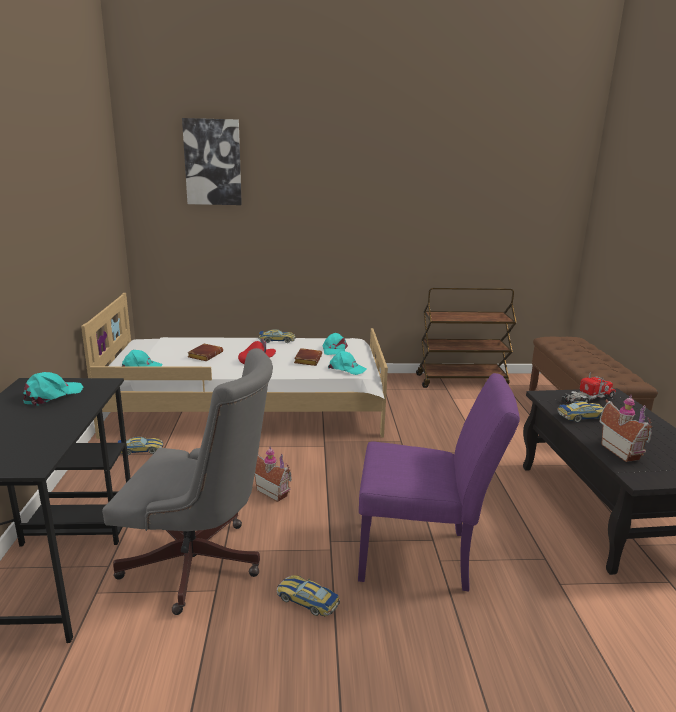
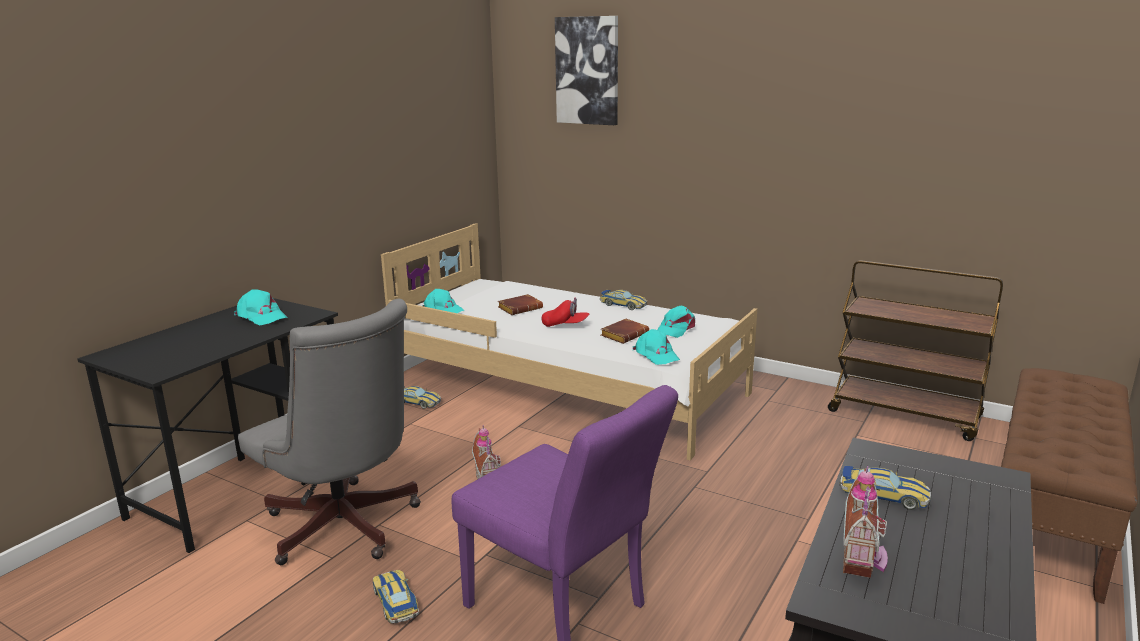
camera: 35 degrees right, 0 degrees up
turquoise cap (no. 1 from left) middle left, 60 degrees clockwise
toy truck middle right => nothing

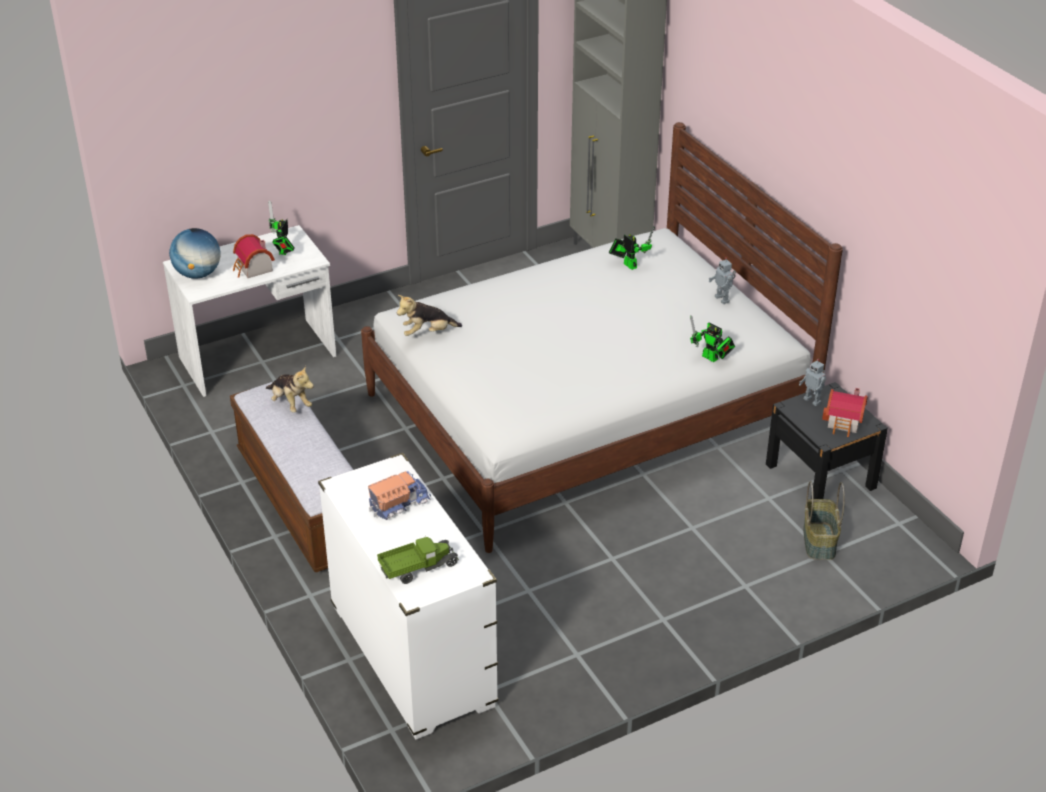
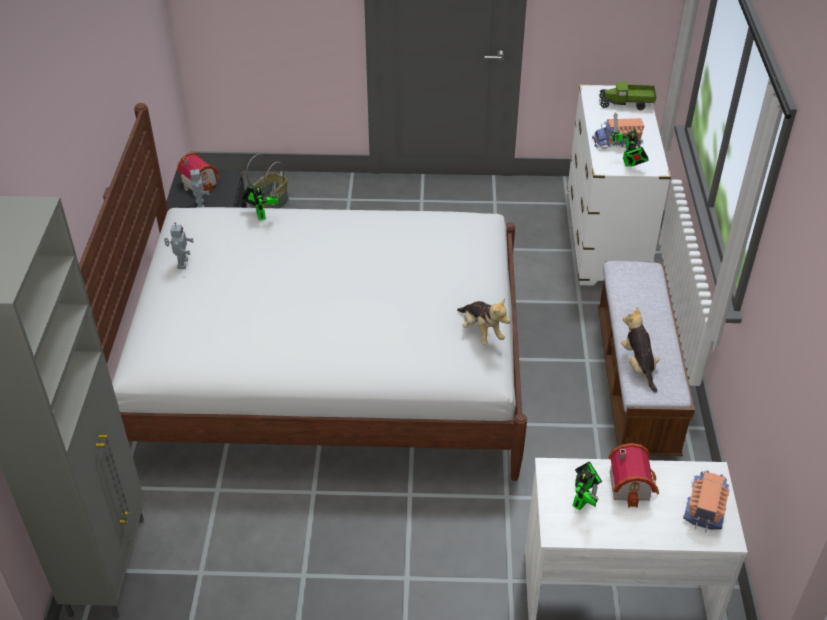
camera: 150 degrees left, 5 degrees up
plush toy (no. 2 from left in the first image) centre => plush toy (no. 1 from left) centre, 45 degrees clockwise
toy robot (no. 2 from left in the first image) top centre => toy robot (no. 5 from left) top right, relocated
globe top left => toy truck (no. 3 from left) bottom right

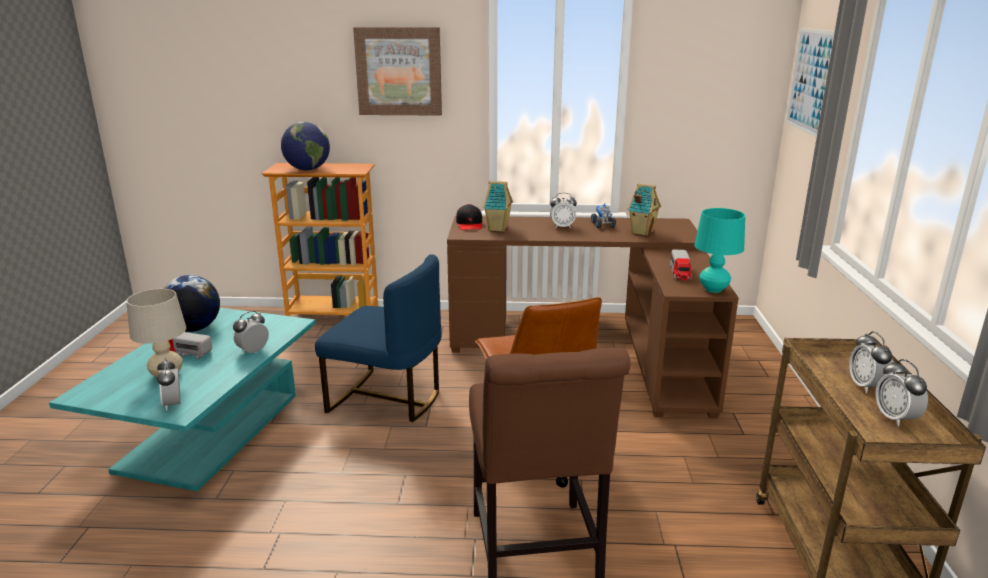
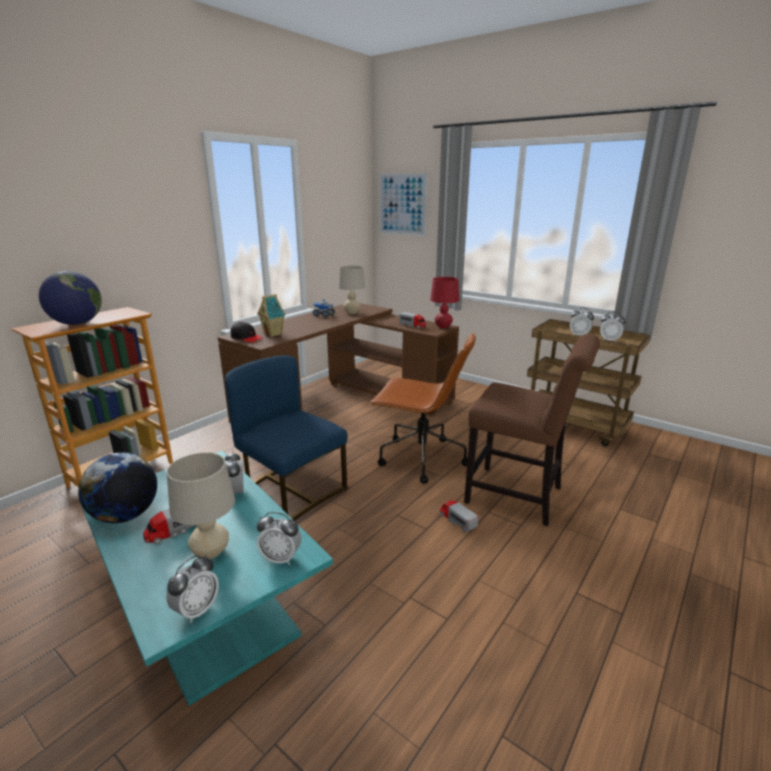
camera: 55 degrees left, 0 degrees up
alarm clock (no. 3 from left in the first image) centre => alarm clock (no. 1 from left) bottom left, relocated
blue chair centre, 105 degrees counterclockwise
toy house (no. 2 from left) centre => beige table lamp (no. 2 from left) centre
turquoise table lamp middle right => red table lamp centre
nothing => toy truck (no. 4 from left) bottom centre
picture (no. 1 from left) top centre => nothing

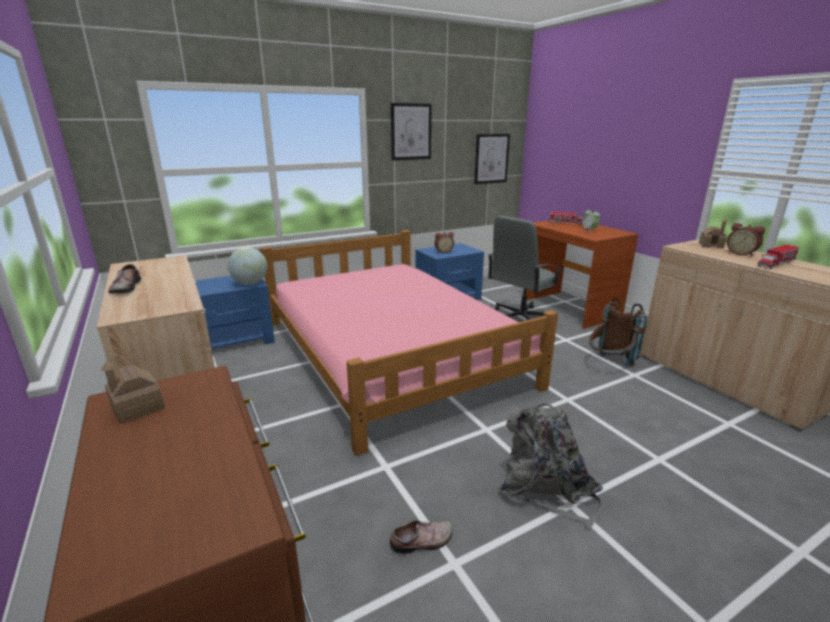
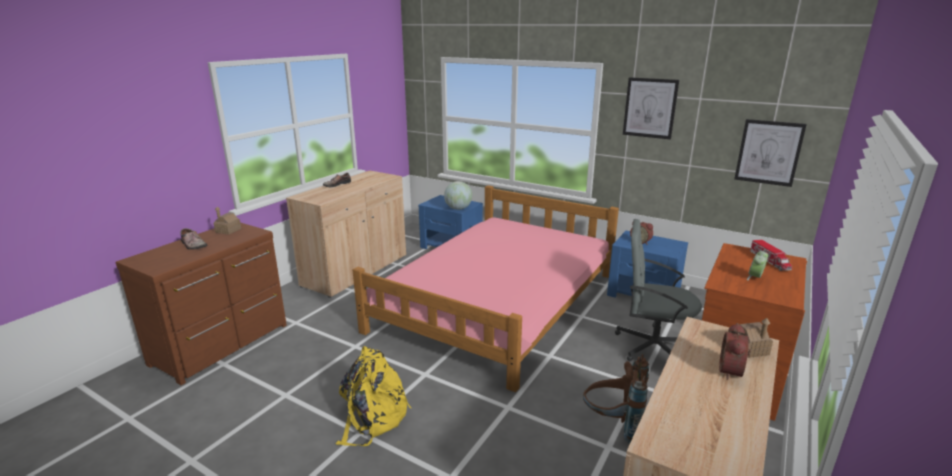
camera: 60 degrees right, 0 degrees up
shoe (no. 2 from left in the first image) bottom centre => shoe (no. 1 from left) middle left, relocated
grey backpack bottom centre => yellow backpack bottom centre
toy truck (no. 2 from left) middle right => nothing

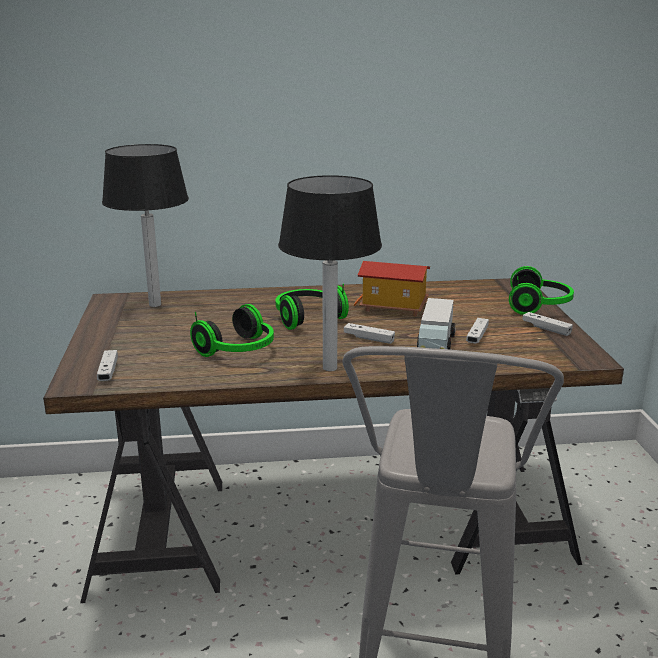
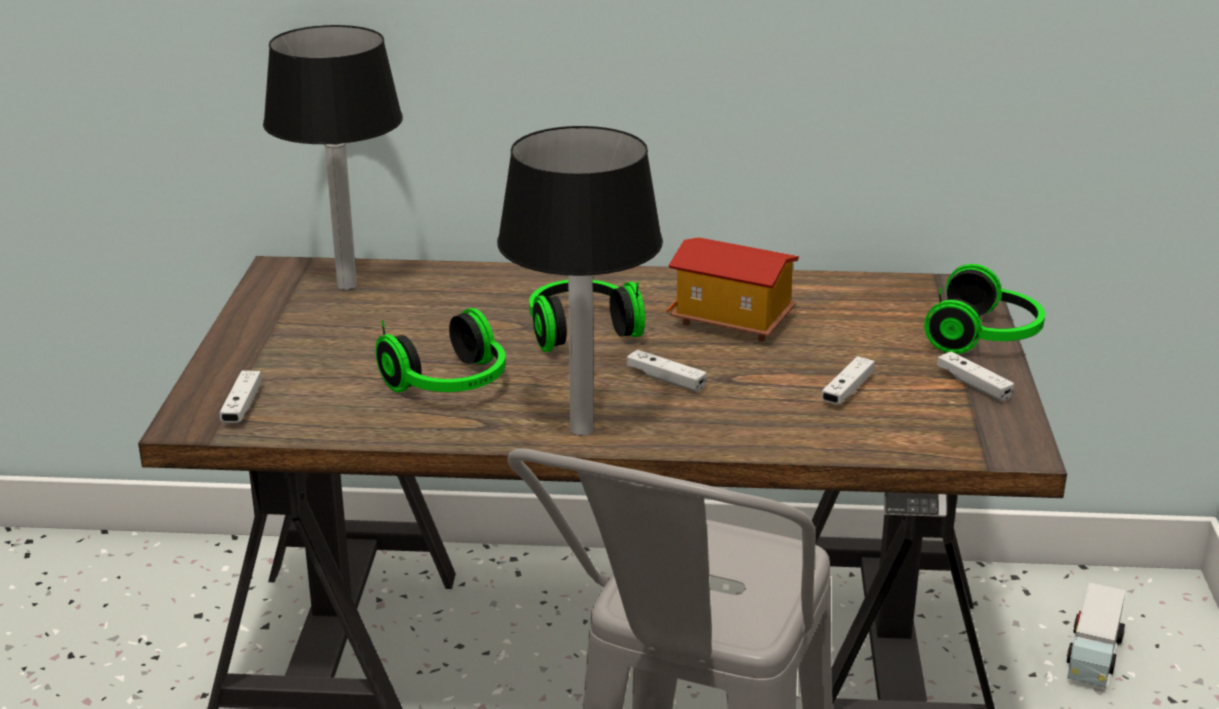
camera: 10 degrees right, 5 degrees up
toy truck centre => toy truck bottom right, relocated

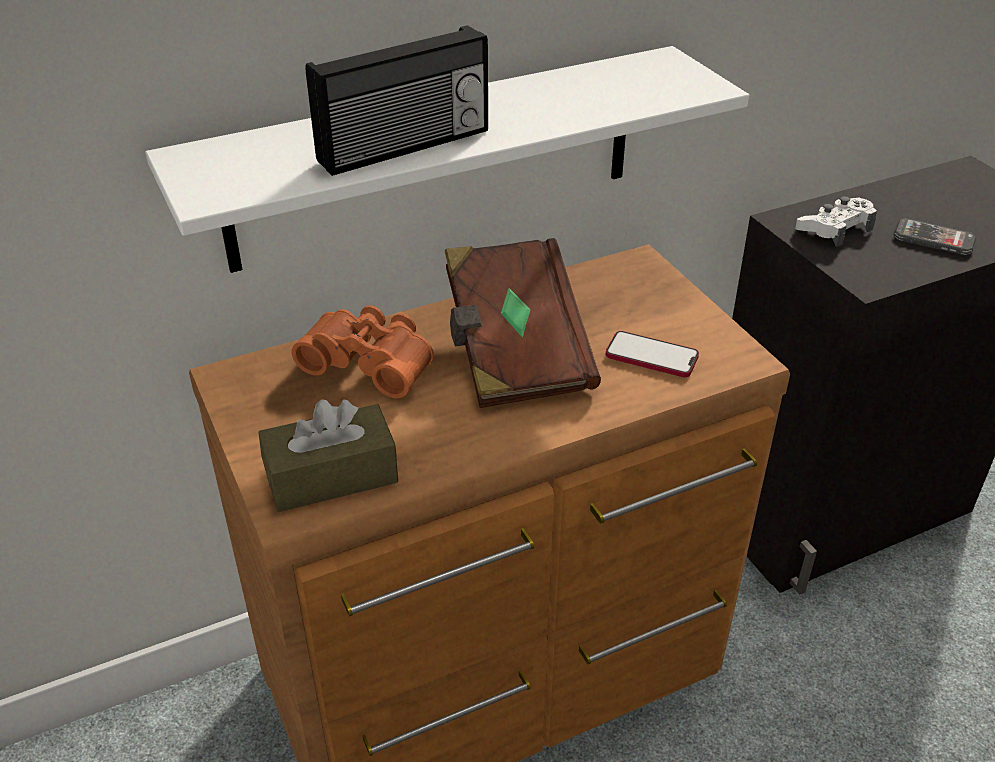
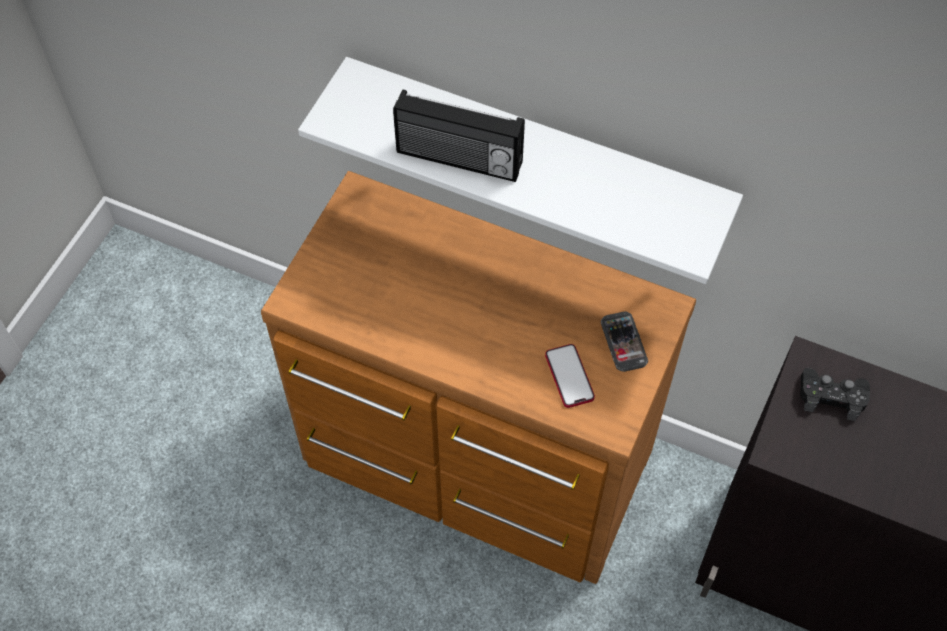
camera: 50 degrees right, 20 degrees up
phone (no. 2 from left) top right => phone (no. 2 from left) centre, relocated
white game controller top right => black game controller middle right
brown tissue box middle left => nothing
orange binoculars centre => nothing
brown book centre => nothing

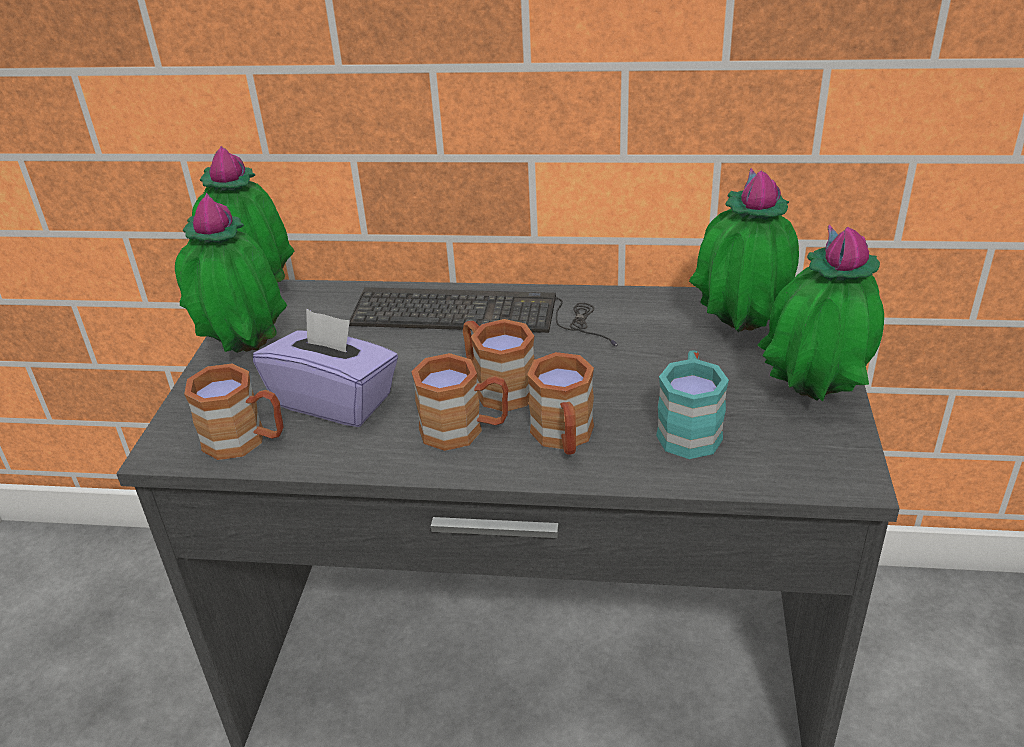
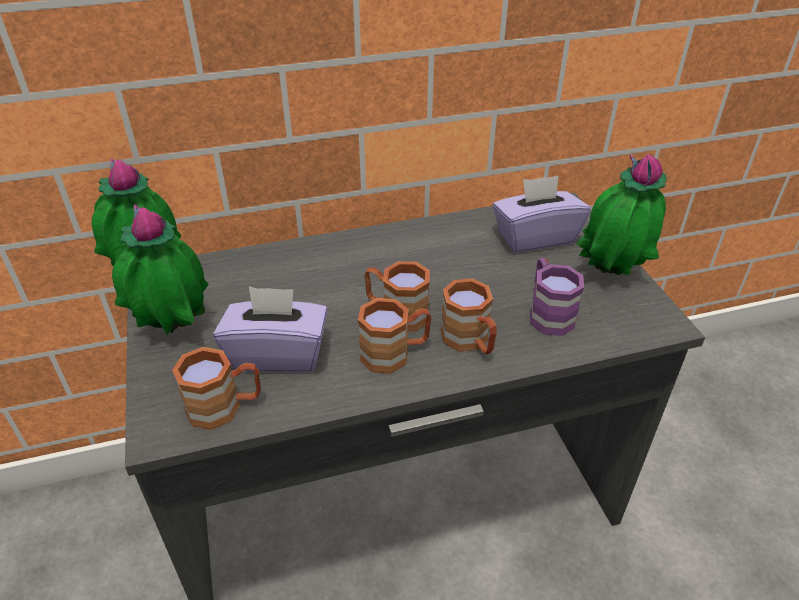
camera: 25 degrees left, 5 degrees up
potted plant (no. 3 from left) middle right => purple tissue box (no. 2 from left) middle right
turquoise mug middle right => purple mug middle right
keyboard centre => nothing

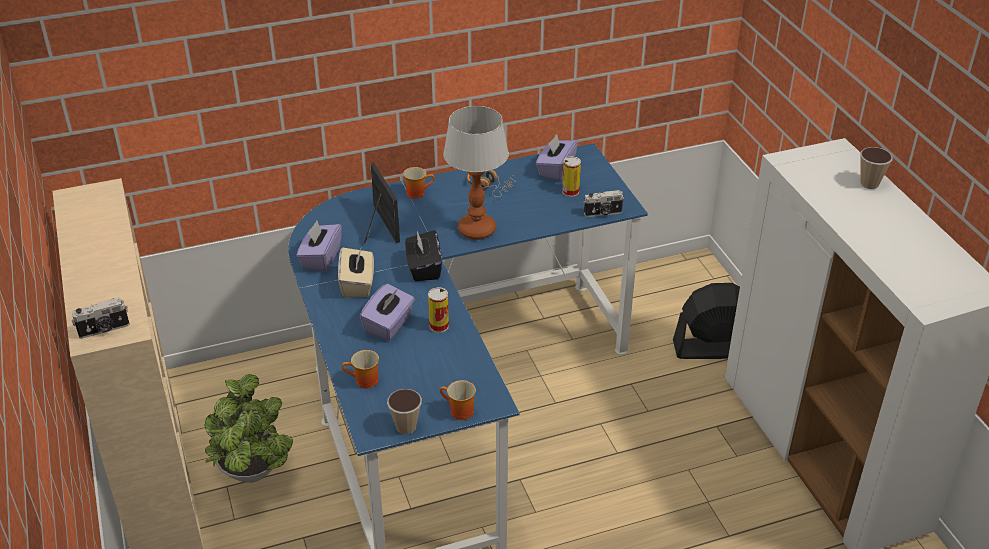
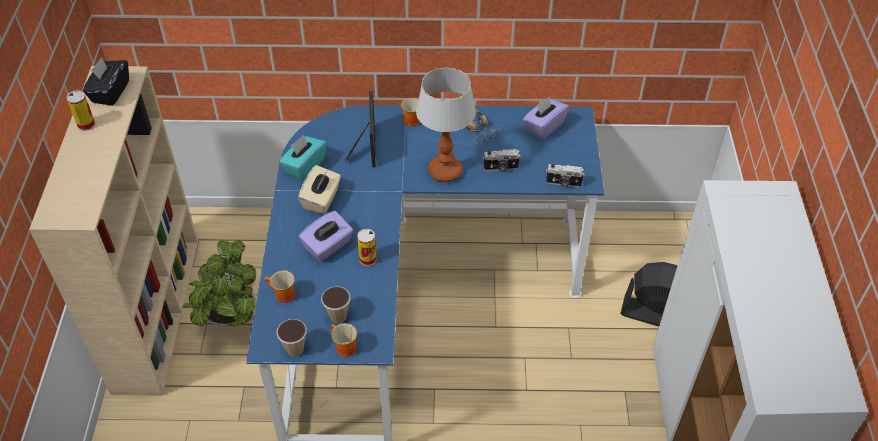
camera: 20 degrees right, 10 degrees up
can (no. 2 from left in the first image) top centre => can (no. 1 from left) top left, relocated
black tissue box centre => black tissue box top left, relocated
purple tissue box (no. 1 from left) middle left => turquoise tissue box centre
cup (no. 2 from left) top right => cup (no. 2 from left) bottom centre, relocated
photo camera (no. 1 from left) middle left => photo camera (no. 1 from left) centre, relocated

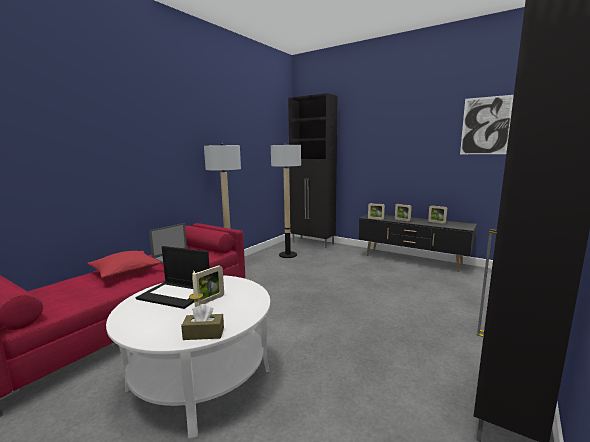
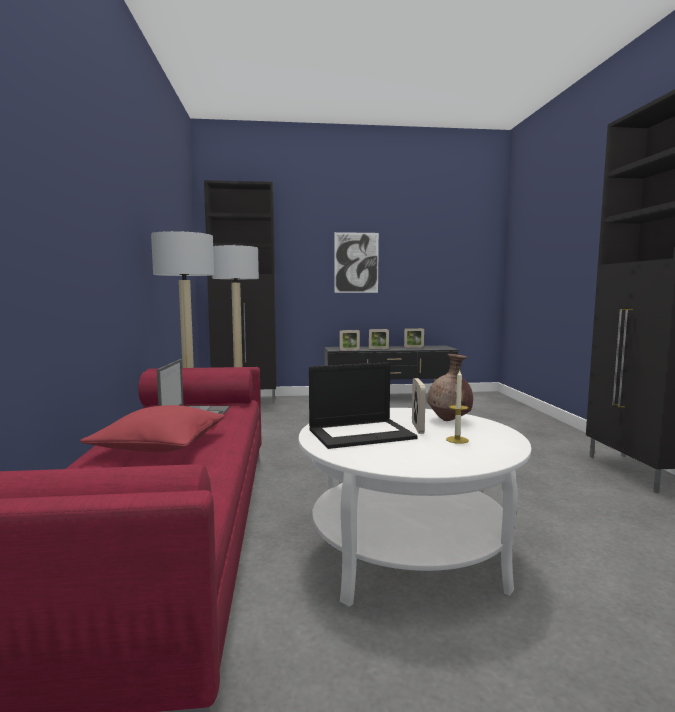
camera: 40 degrees left, 5 degrees down
picture top right => picture centre, relocated
nothing => brown vase middle right
brown tissue box bottom centre => nothing

